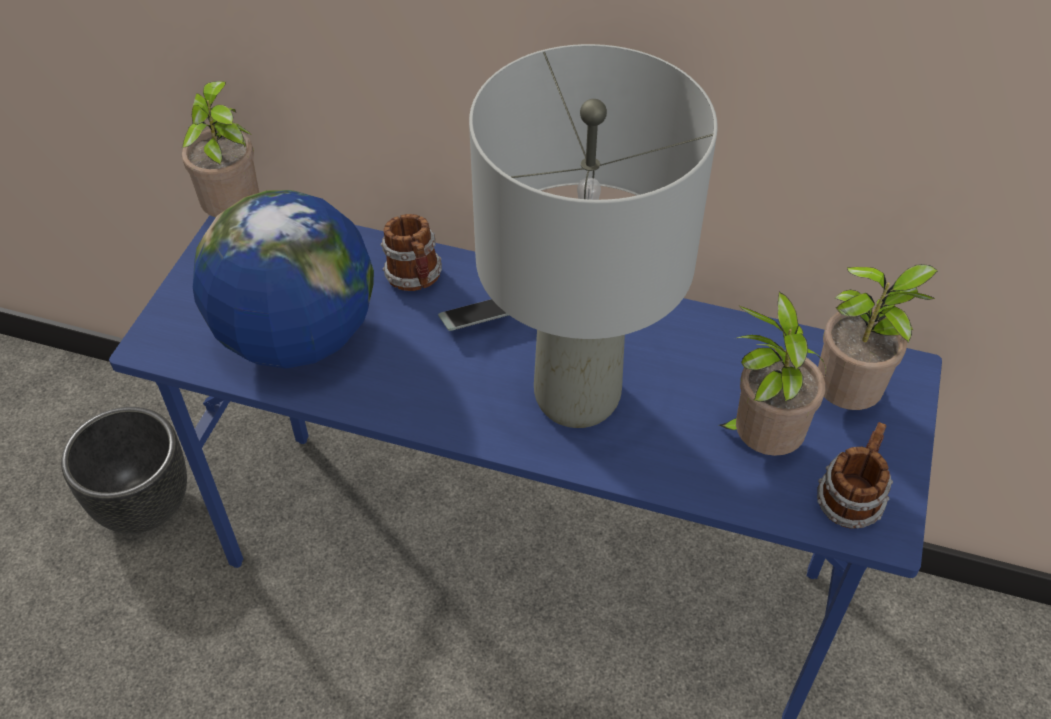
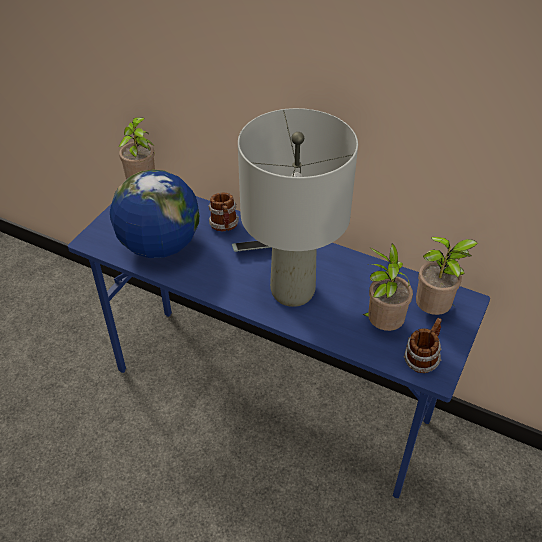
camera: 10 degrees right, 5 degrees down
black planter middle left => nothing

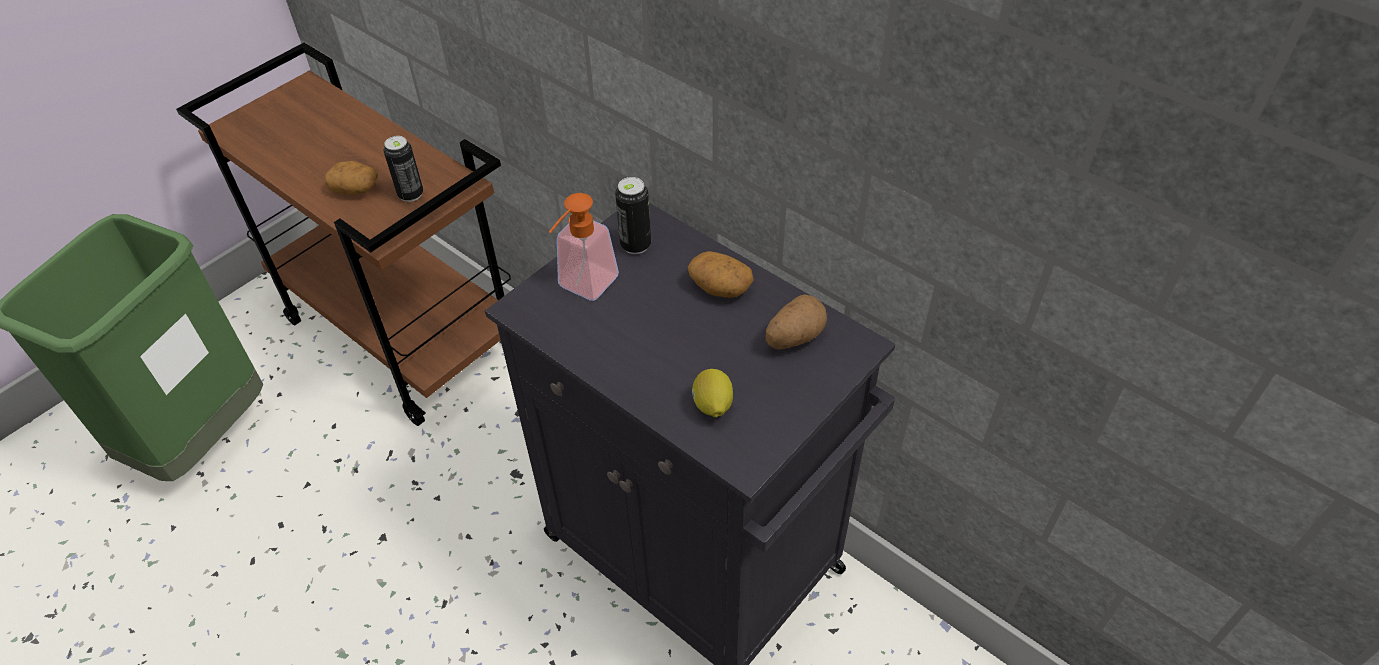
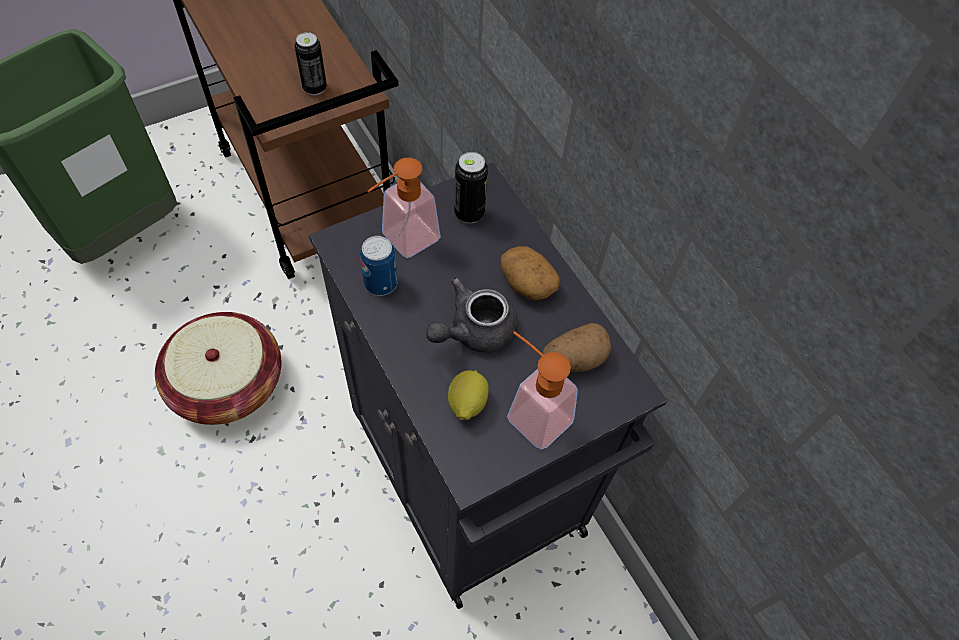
camera: 15 degrees right, 10 degrees up
nothing => basket middle left
nothing => can (no. 2 from left) centre
nothing => grey teapot centre
nothing => soap dispenser (no. 2 from left) centre
potato (no. 1 from left) top left => nothing

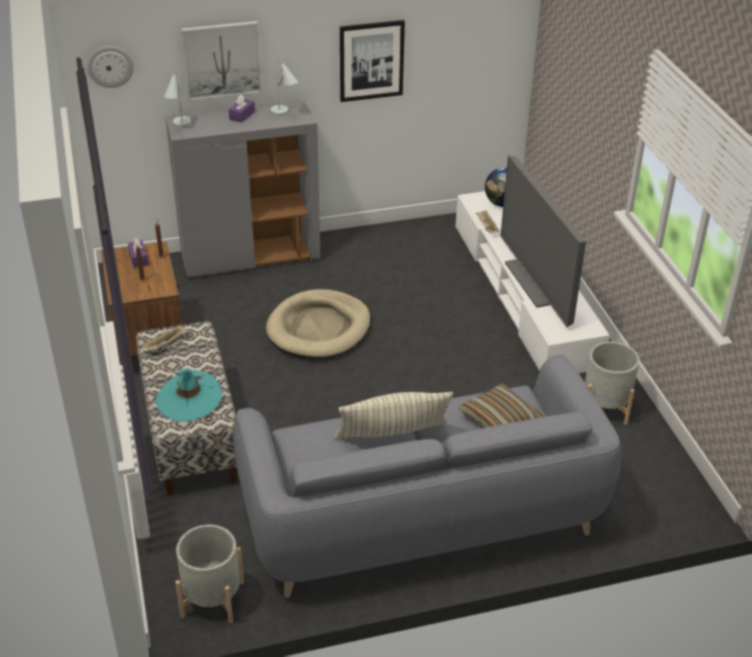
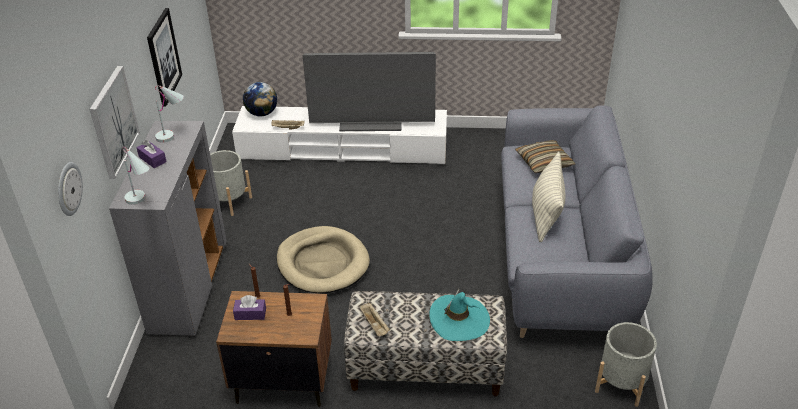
camera: 70 degrees left, 0 degrees up
grey planter (no. 2 from left in the first image) middle right => grey planter (no. 1 from left) middle left, relocated

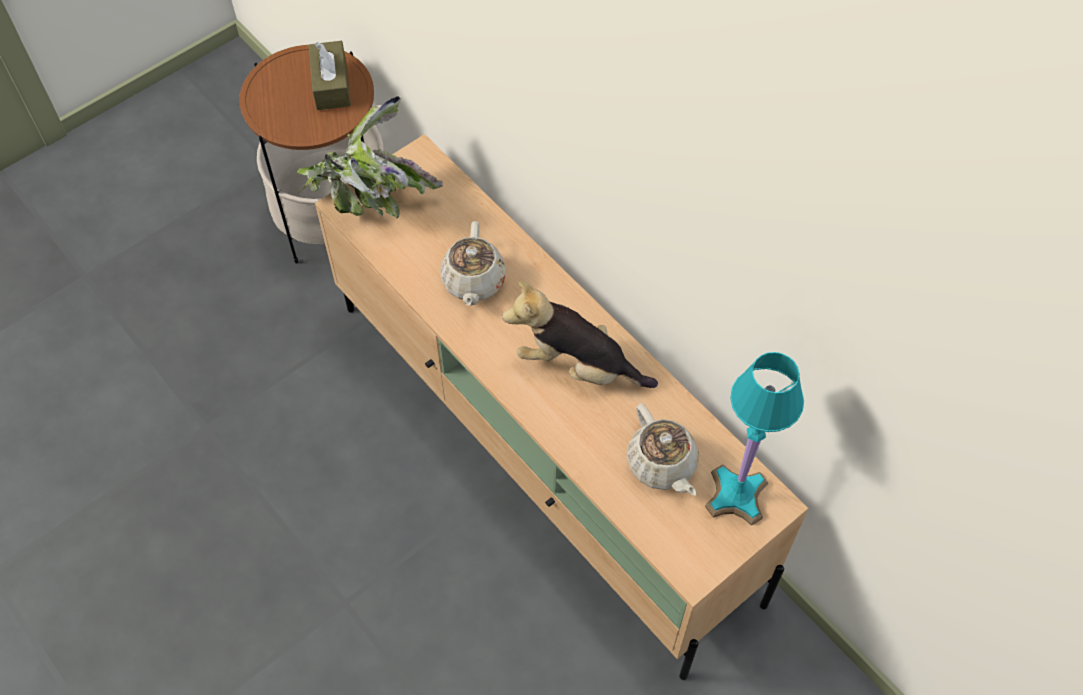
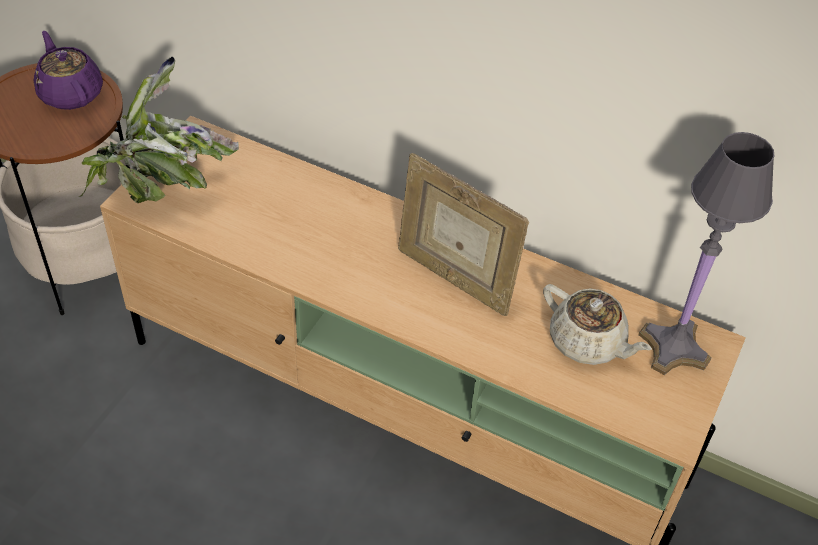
camera: 25 degrees left, 10 degrees down
brown tissue box top left => purple teapot top left
plush toy centre => picture frame centre
turquoise table lamp middle right => grey table lamp middle right
beige teapot (no. 1 from left) centre => nothing

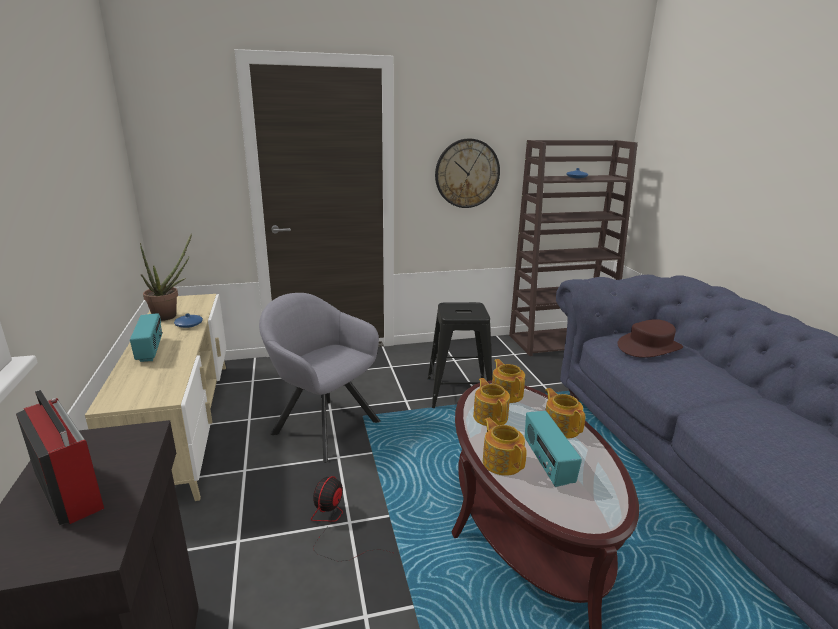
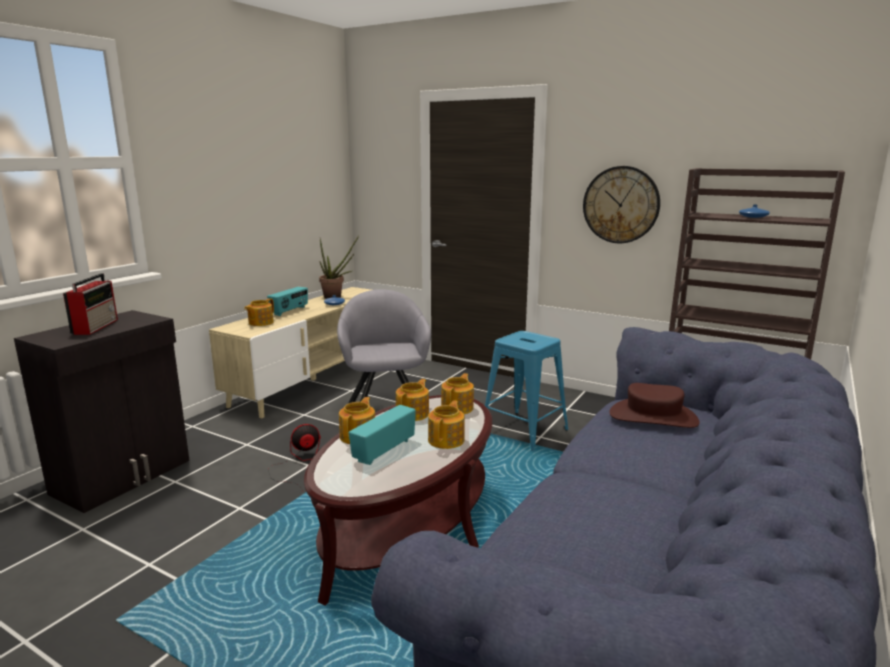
camera: 45 degrees right, 5 degrees down
nothing => teapot (no. 1 from left) middle left
black stool centre => blue stool centre

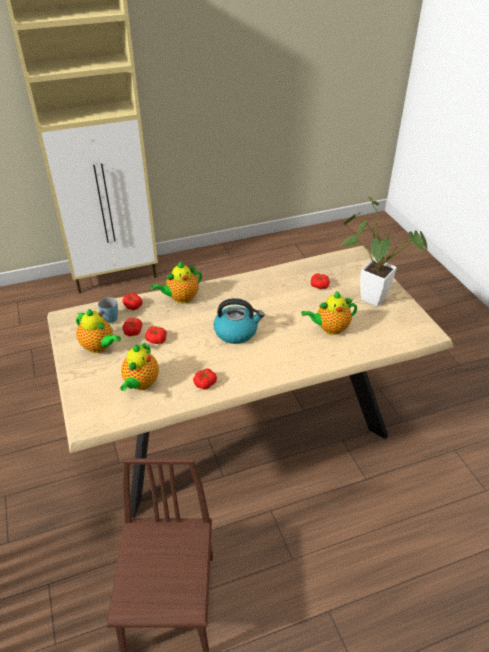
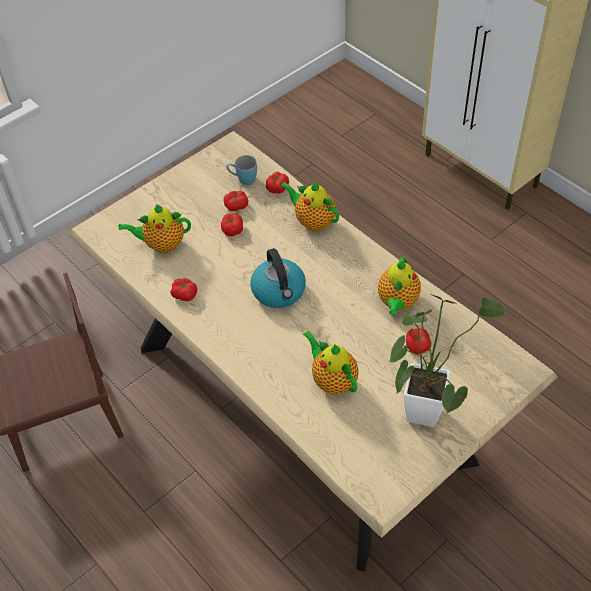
camera: 70 degrees right, 10 degrees up
teapot (no. 1 from left in the first image) middle left => teapot (no. 4 from left) middle right, relocated

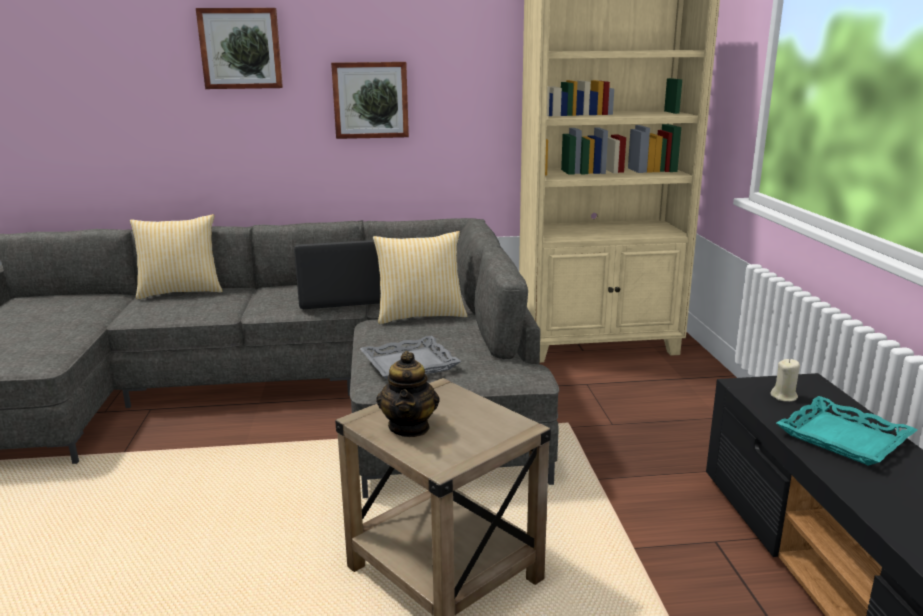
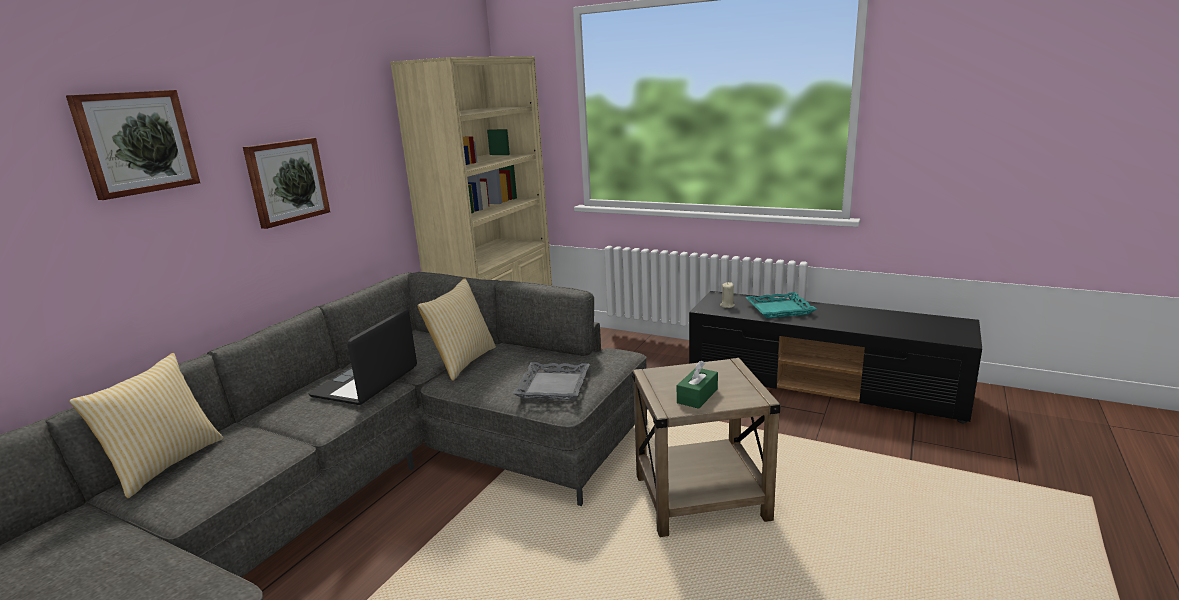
camera: 55 degrees left, 0 degrees up
teapot centre => green tissue box centre

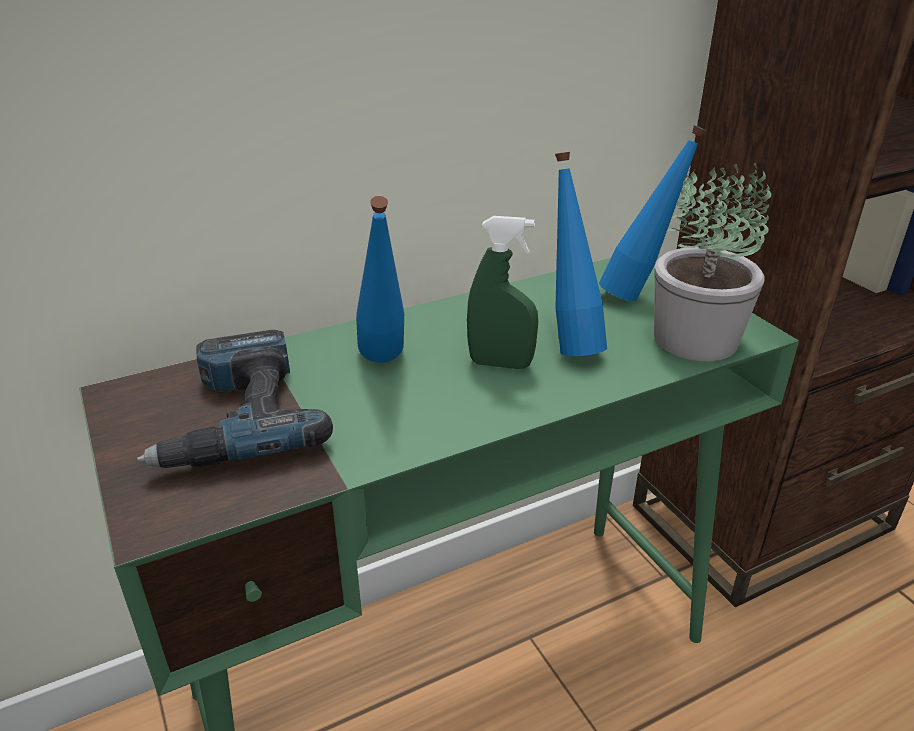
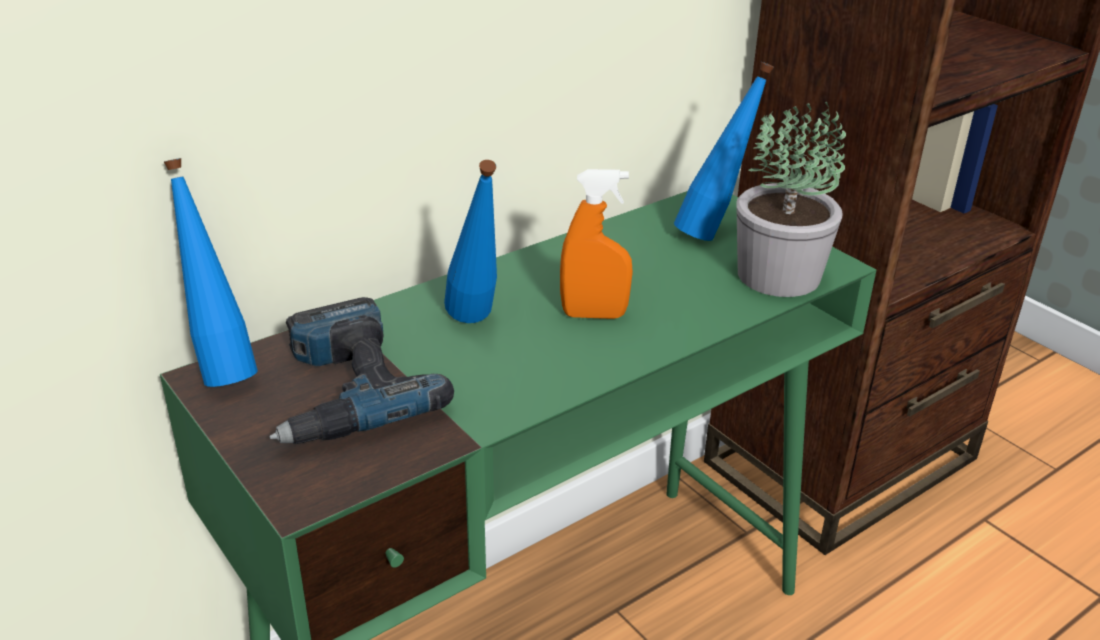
camera: 10 degrees left, 0 degrees up
blue bottle (no. 2 from left in the first image) centre => blue bottle (no. 1 from left) middle left, relocated
green spray bottle centre => orange spray bottle centre

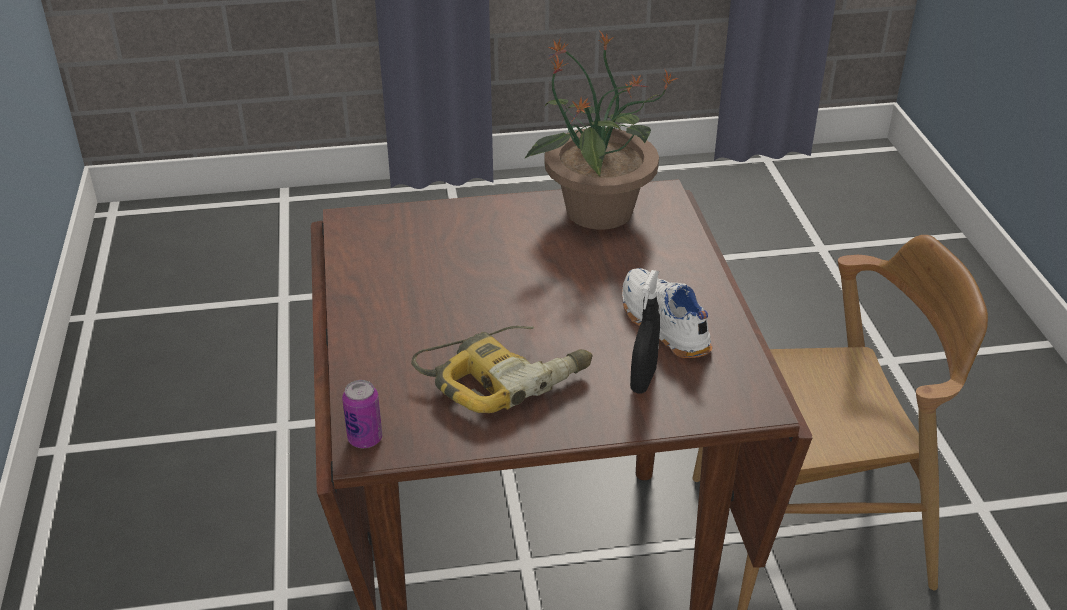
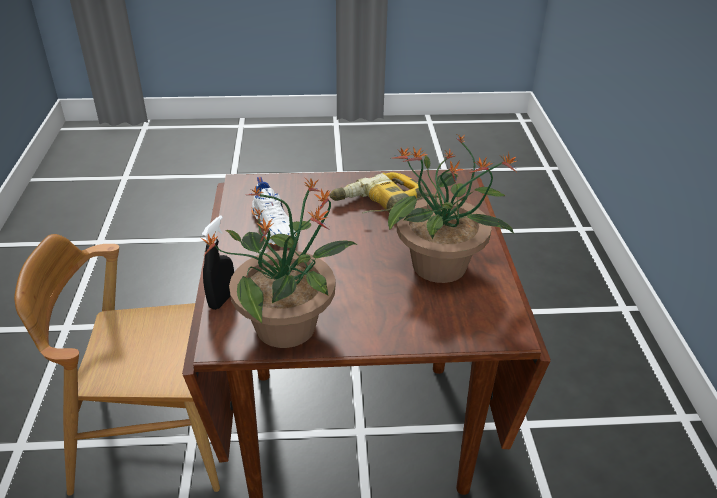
camera: 175 degrees left, 0 degrees up
black spray bottle centre => black spray bottle middle left, relocated
nothing => potted plant (no. 2 from left) centre
can bottom centre => nothing

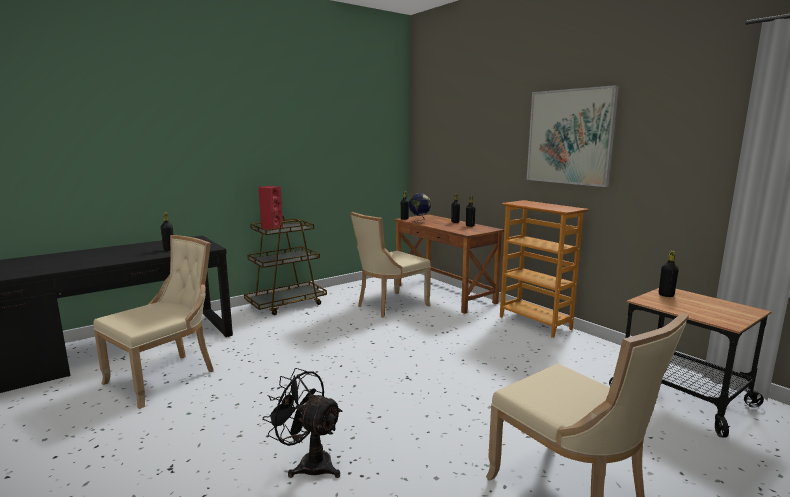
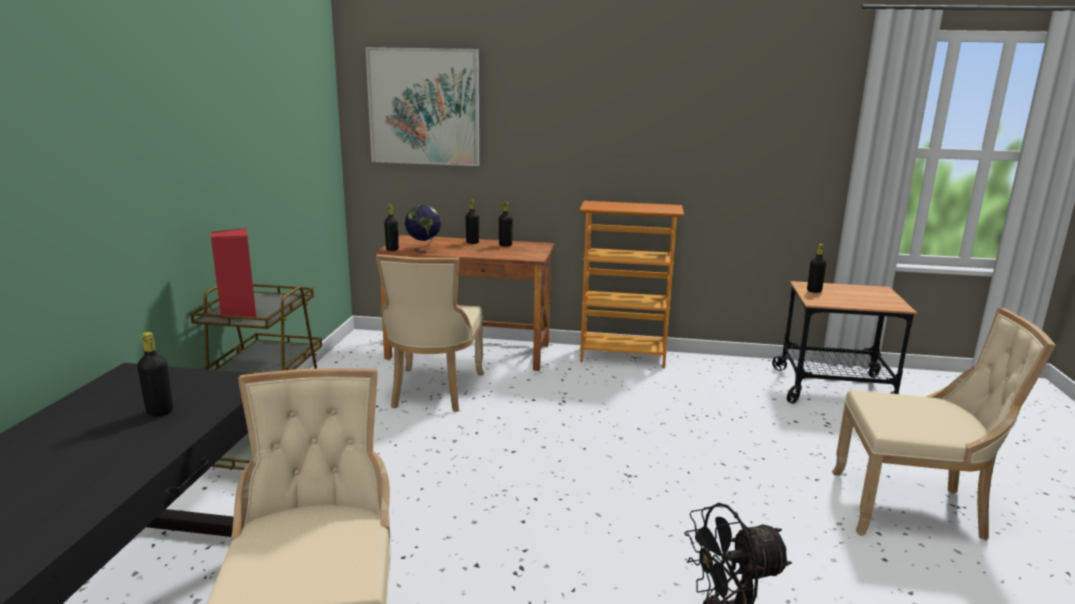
camera: 45 degrees left, 5 degrees up
picture top right => picture top centre, relocated

